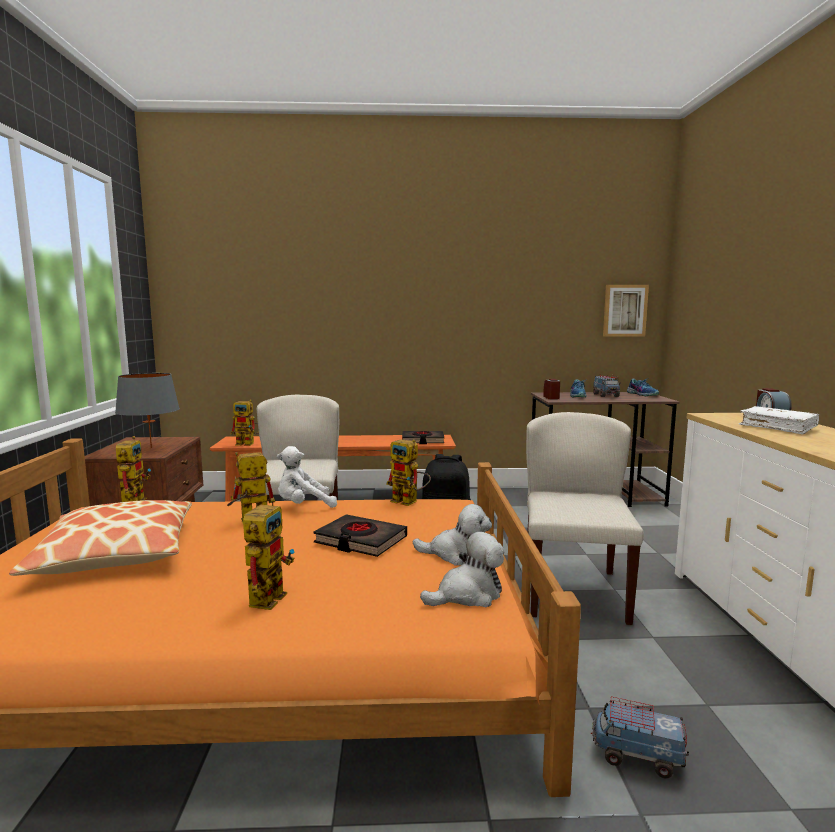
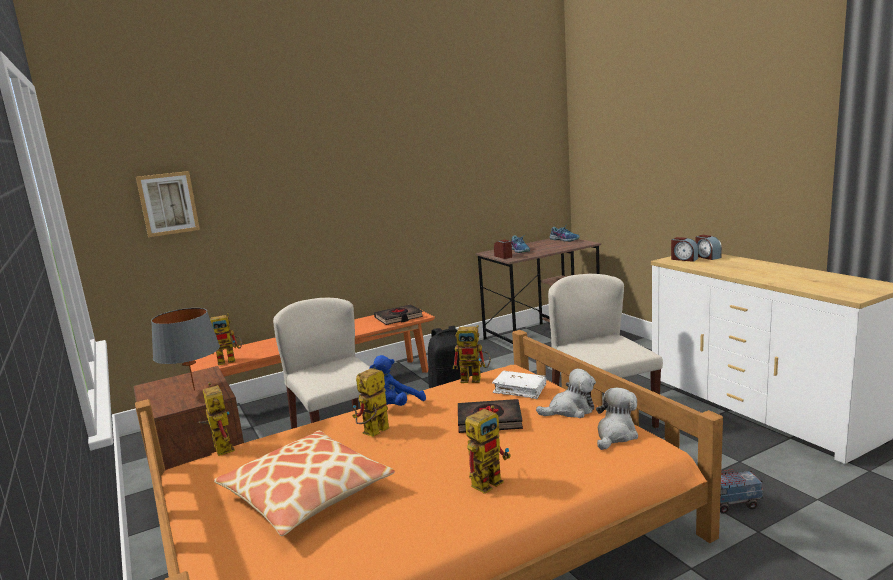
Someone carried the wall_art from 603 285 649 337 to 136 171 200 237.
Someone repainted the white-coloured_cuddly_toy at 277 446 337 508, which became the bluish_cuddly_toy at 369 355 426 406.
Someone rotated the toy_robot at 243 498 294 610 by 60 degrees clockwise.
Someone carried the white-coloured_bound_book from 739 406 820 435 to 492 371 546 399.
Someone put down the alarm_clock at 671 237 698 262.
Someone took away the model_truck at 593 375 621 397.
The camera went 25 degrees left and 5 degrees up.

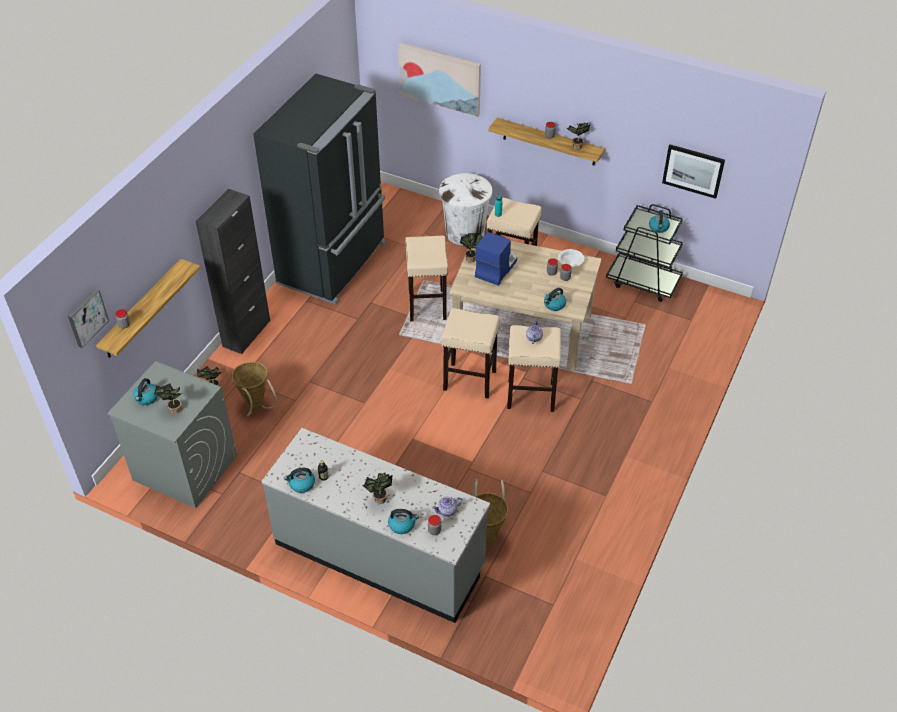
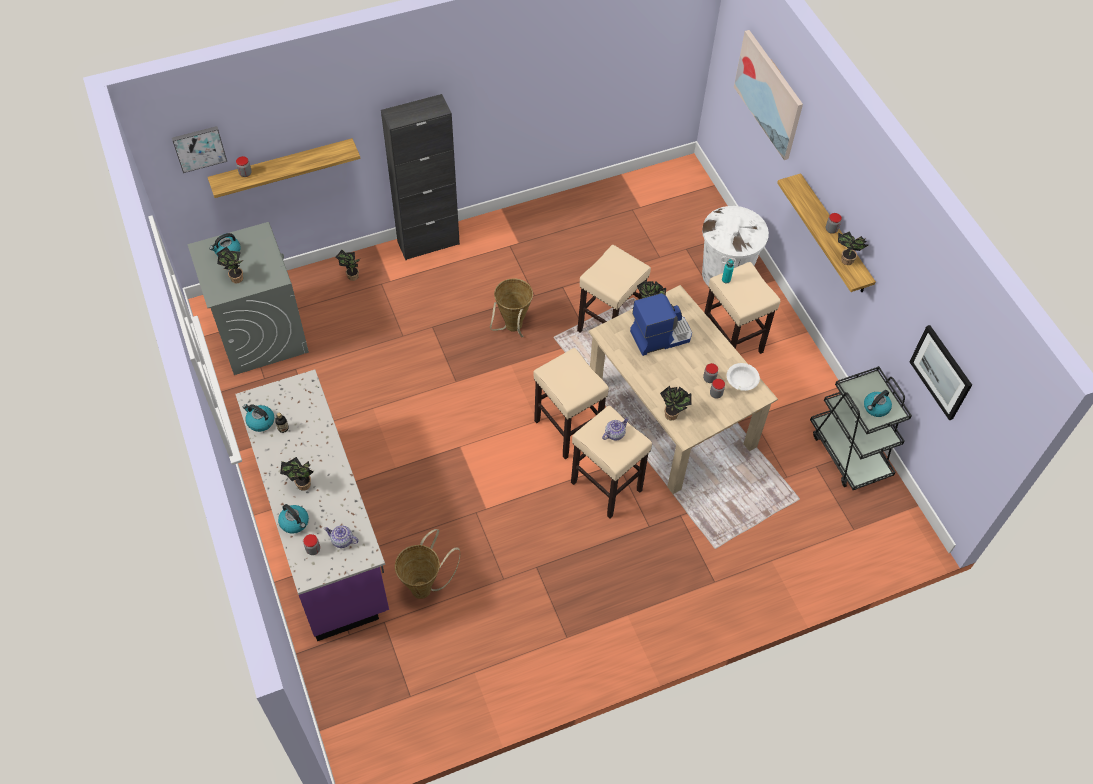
Someone repainted the gray_kitchen_base_unit at 261 428 490 623, which became the purple-coloured_kitchen_base_unit at 235 369 389 641.
Someone carried the storage_basket from 232 361 277 416 to 490 278 533 337.
Someone swapped the kettle at 544 288 566 311 for the plant_in_a_pot at 660 386 692 420.
Someone took away the blackish_refrigerator at 253 74 386 305.
The camera went 40 degrees right and 10 degrees up.

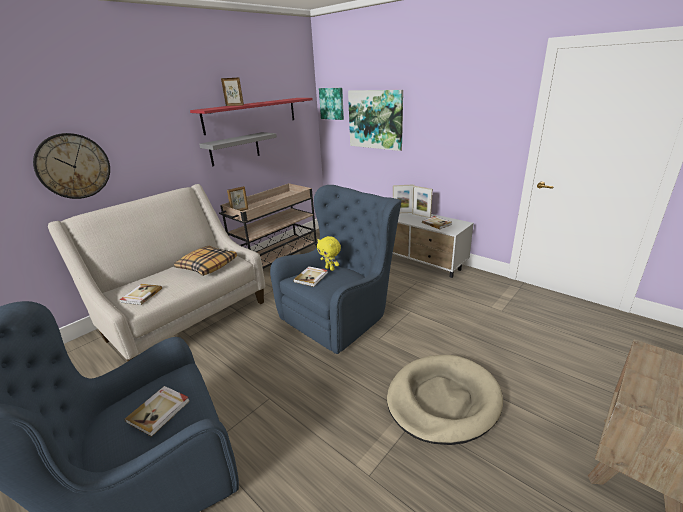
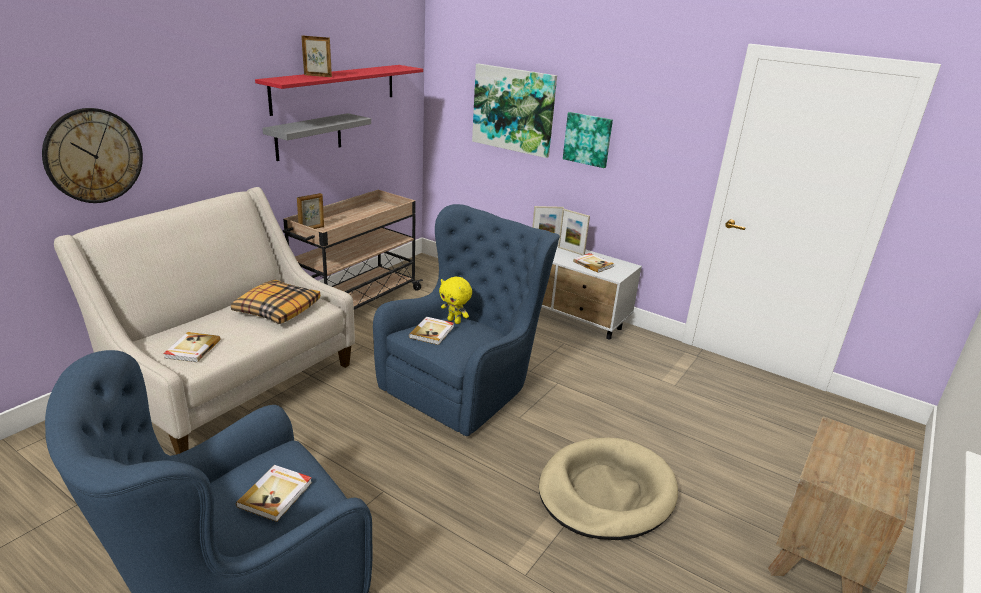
Someone carried the wall_art from 319 88 344 120 to 563 112 613 168.
The camera went 10 degrees left and 0 degrees up.

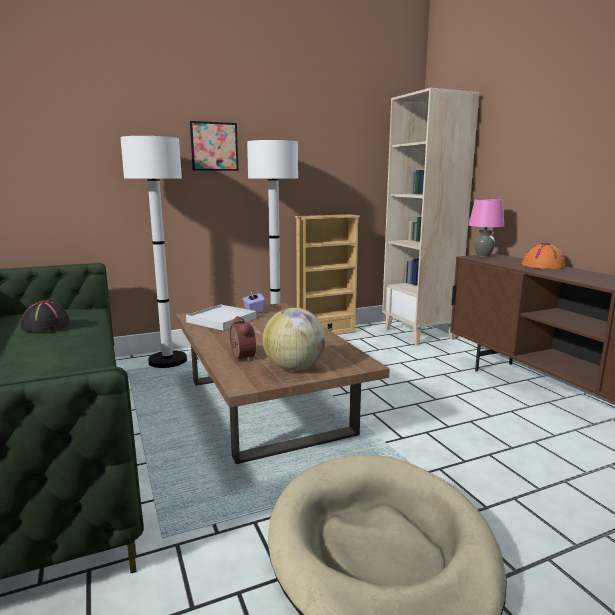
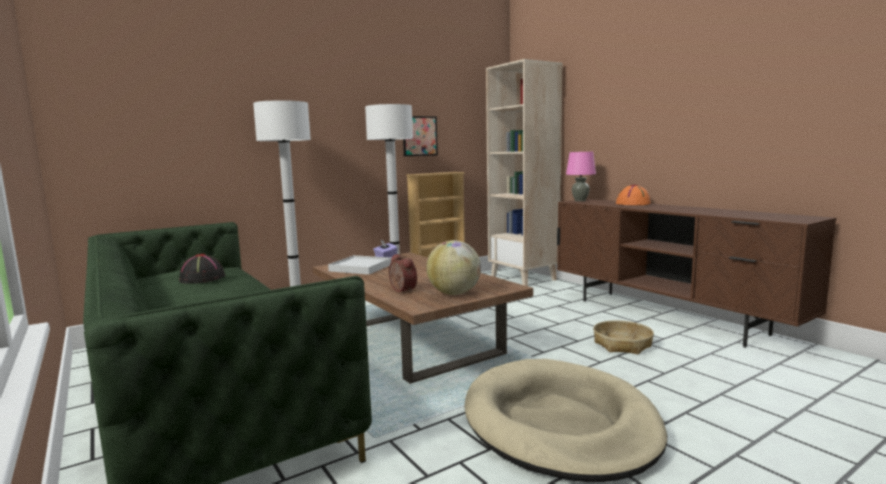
Someone carried the wall_art from 190 121 238 171 to 403 116 438 156.
Someone put down the storage_basket at 593 321 654 354.
The camera went 10 degrees left and 5 degrees down.

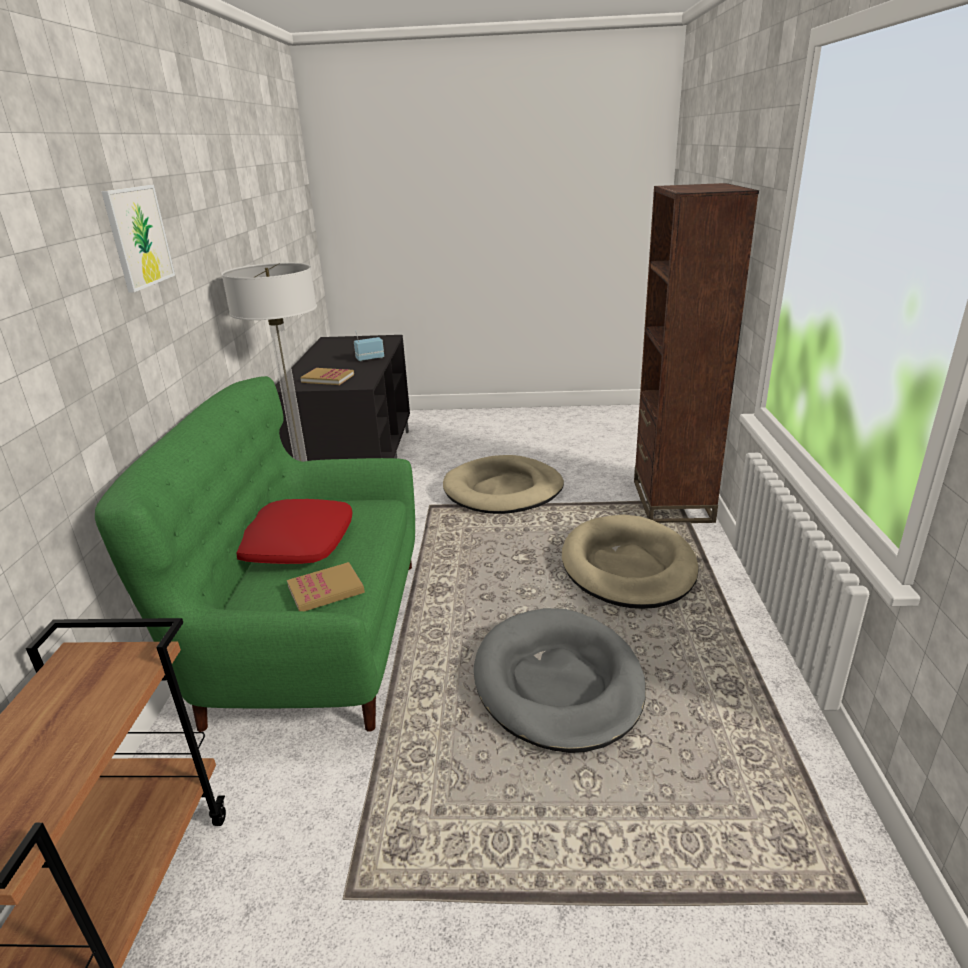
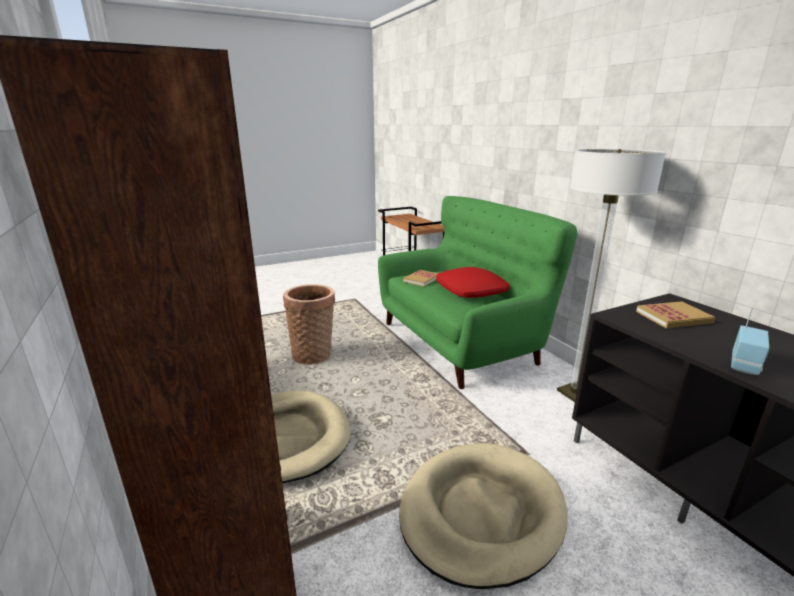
Someone swapped the gray_dog_cushion at 474 608 646 753 for the storage_basket at 283 284 335 365.
Someone took away the wall_art at 101 185 175 293.
The camera went 150 degrees right and 5 degrees down.

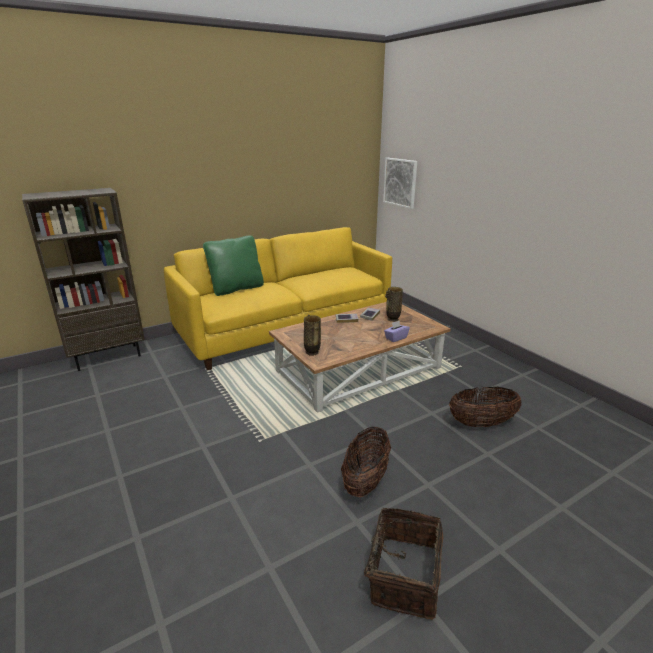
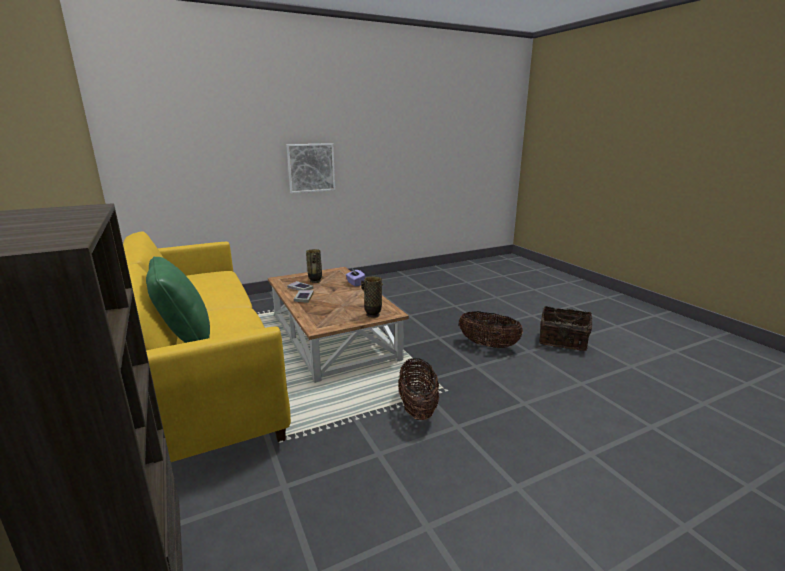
Someone carried the wall_art from 383 158 417 209 to 286 143 335 193.
Someone carried the storage_basket from 449 387 522 427 to 398 358 439 420.
The camera went 85 degrees left and 5 degrees down.

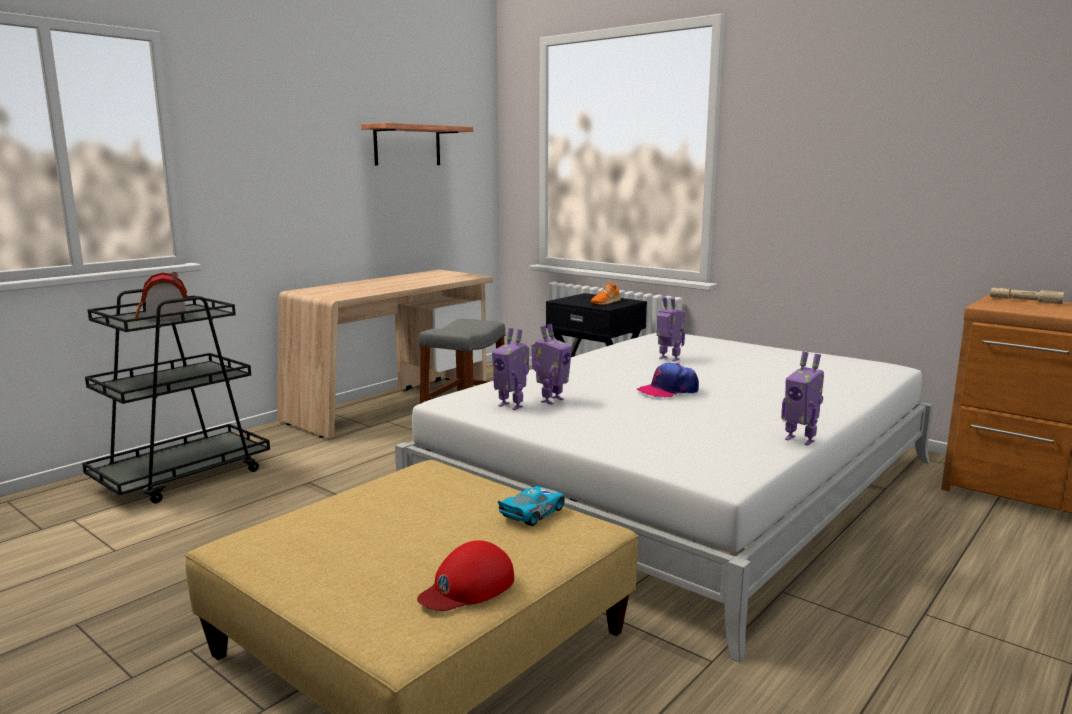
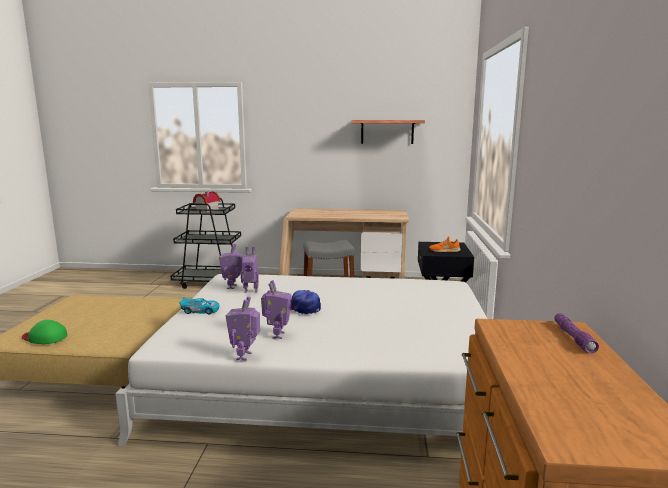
Someone repainted the red-coloured_peaked_cap at 417 540 514 611, which became the greenish_peaked_cap at 22 320 67 344.
Someone carried the model_car from 498 486 565 526 to 179 297 220 314.
Someone carried the toy_robot from 656 296 685 362 to 261 280 291 339.
Someone repainted the beige-coloured_torch at 990 288 1064 304, which became the purple-coloured_torch at 554 313 599 354.
The camera went 55 degrees right and 0 degrees up.

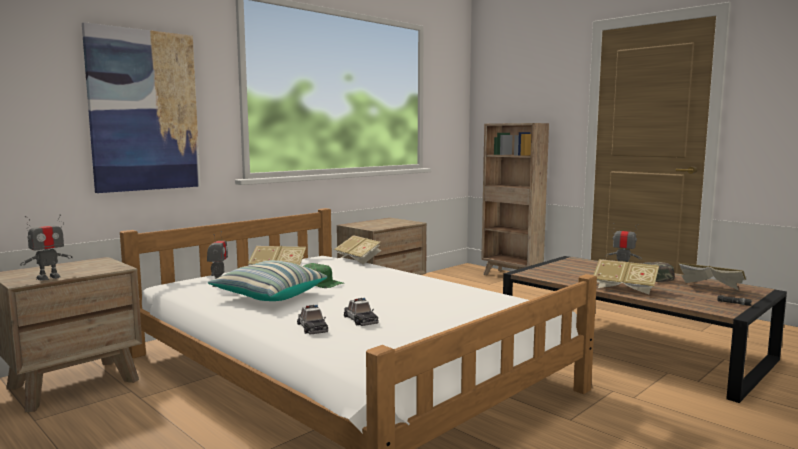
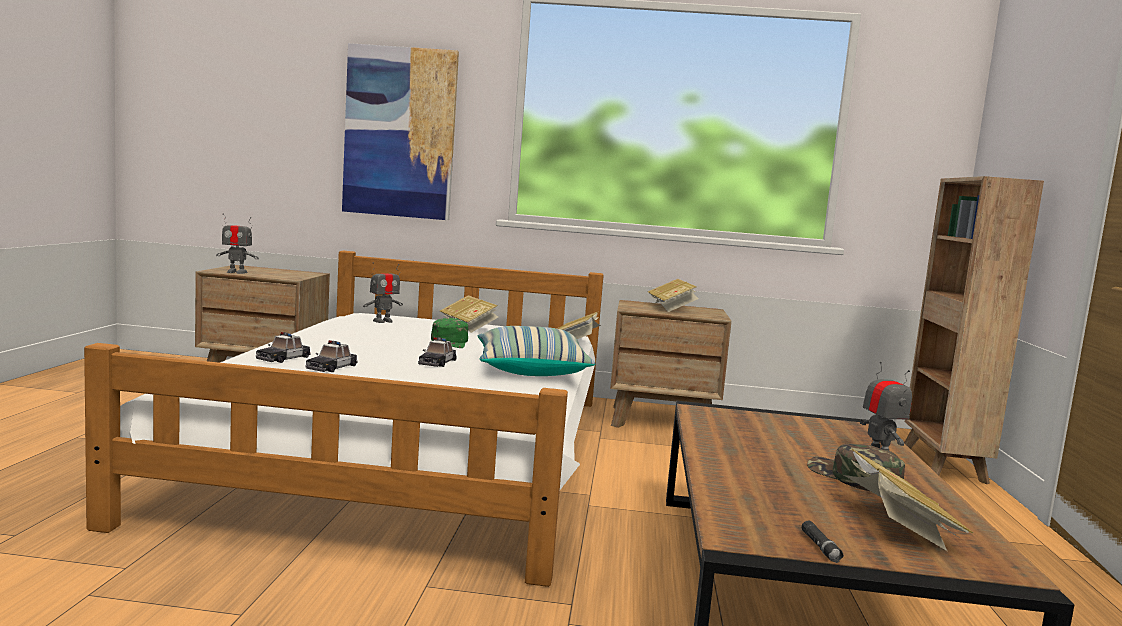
Someone put down the model_car at 418 337 457 367.
Someone carried the pillow from 208 260 327 301 to 477 326 595 376.
Someone carried the bound_book from 593 259 659 295 to 648 279 698 312.
The camera went 50 degrees right and 0 degrees up.

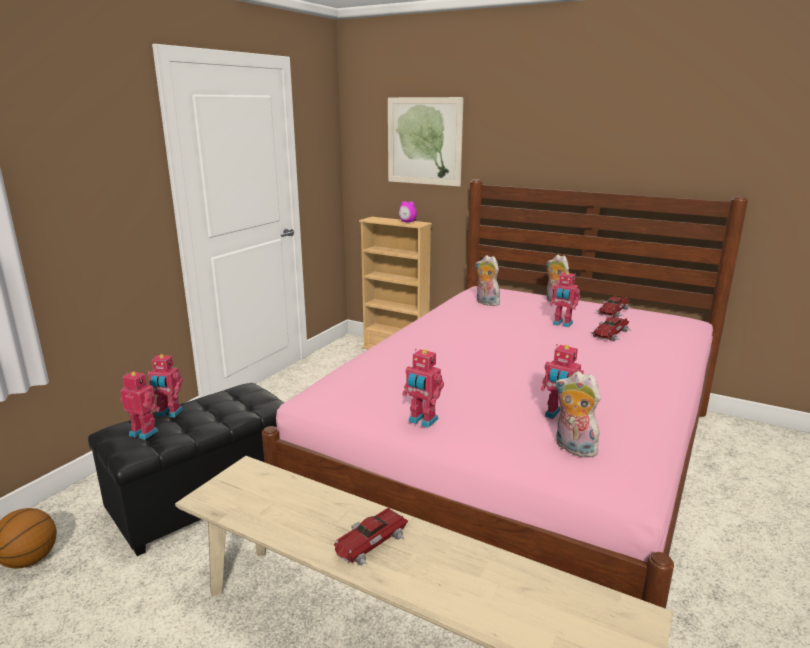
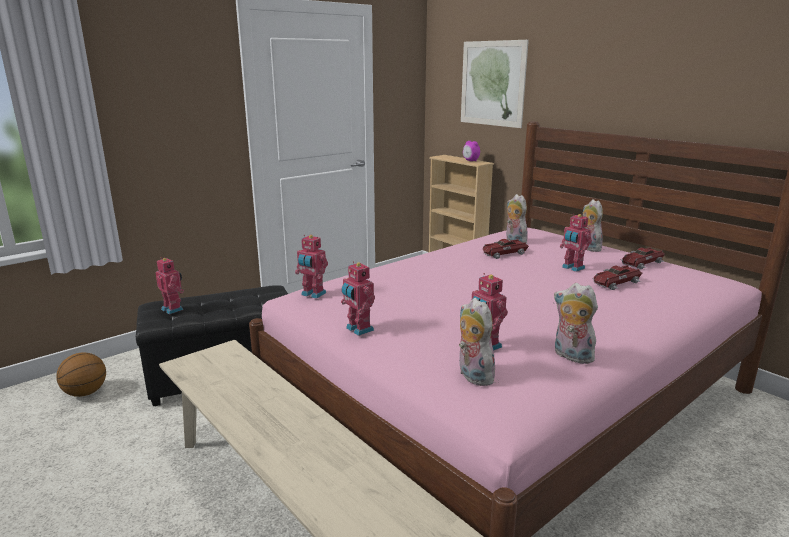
Someone carried the toy_robot from 148 354 183 417 to 295 235 328 299.
Someone carried the model_car from 334 507 408 566 to 483 239 529 259.
Someone put down the cuddly_toy at 554 283 598 364.
The camera went 20 degrees right and 0 degrees up.

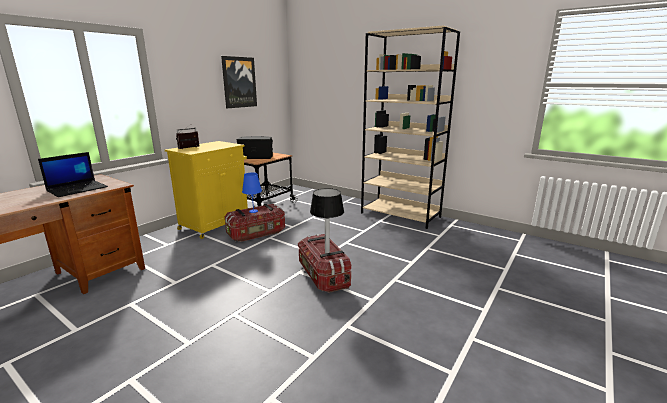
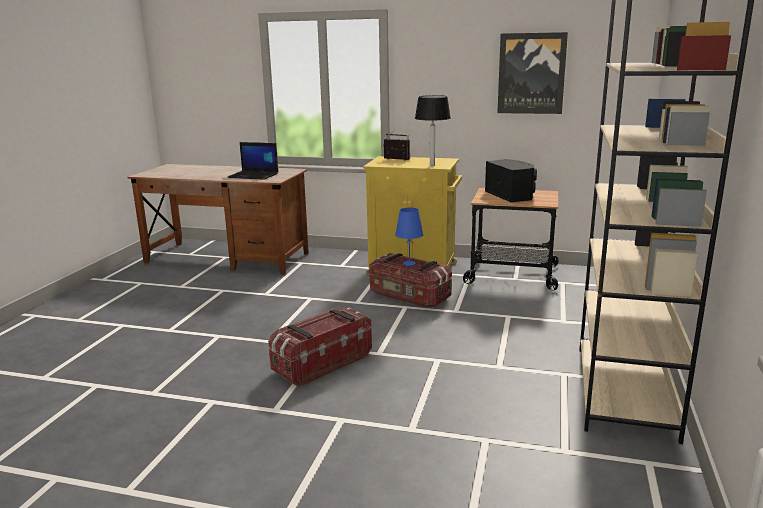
Someone carried the lamp_for_a_table from 310 188 344 253 to 415 95 451 166.
The camera went 70 degrees right and 0 degrees up.

